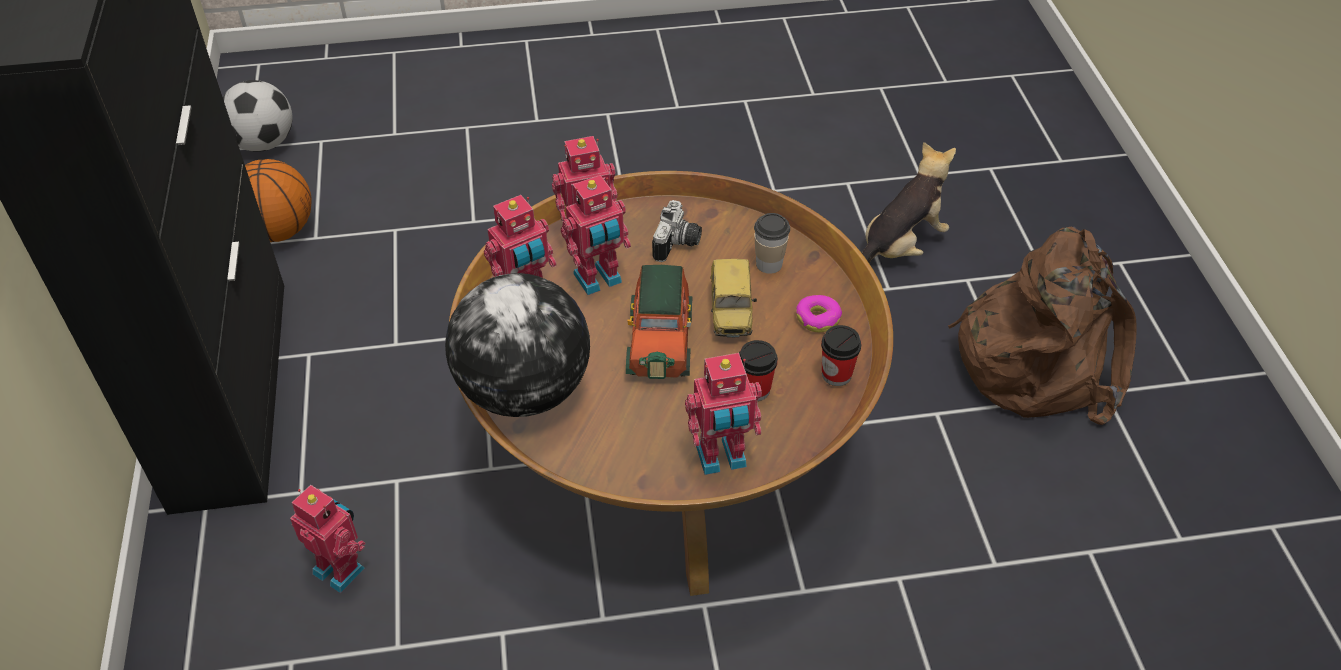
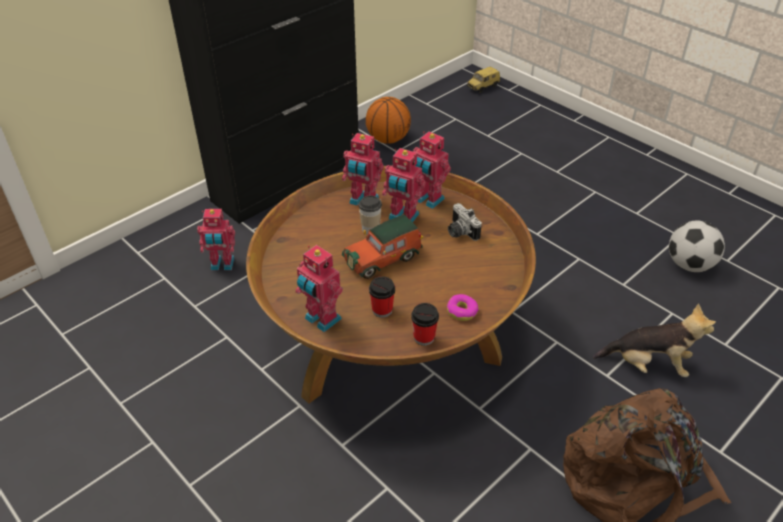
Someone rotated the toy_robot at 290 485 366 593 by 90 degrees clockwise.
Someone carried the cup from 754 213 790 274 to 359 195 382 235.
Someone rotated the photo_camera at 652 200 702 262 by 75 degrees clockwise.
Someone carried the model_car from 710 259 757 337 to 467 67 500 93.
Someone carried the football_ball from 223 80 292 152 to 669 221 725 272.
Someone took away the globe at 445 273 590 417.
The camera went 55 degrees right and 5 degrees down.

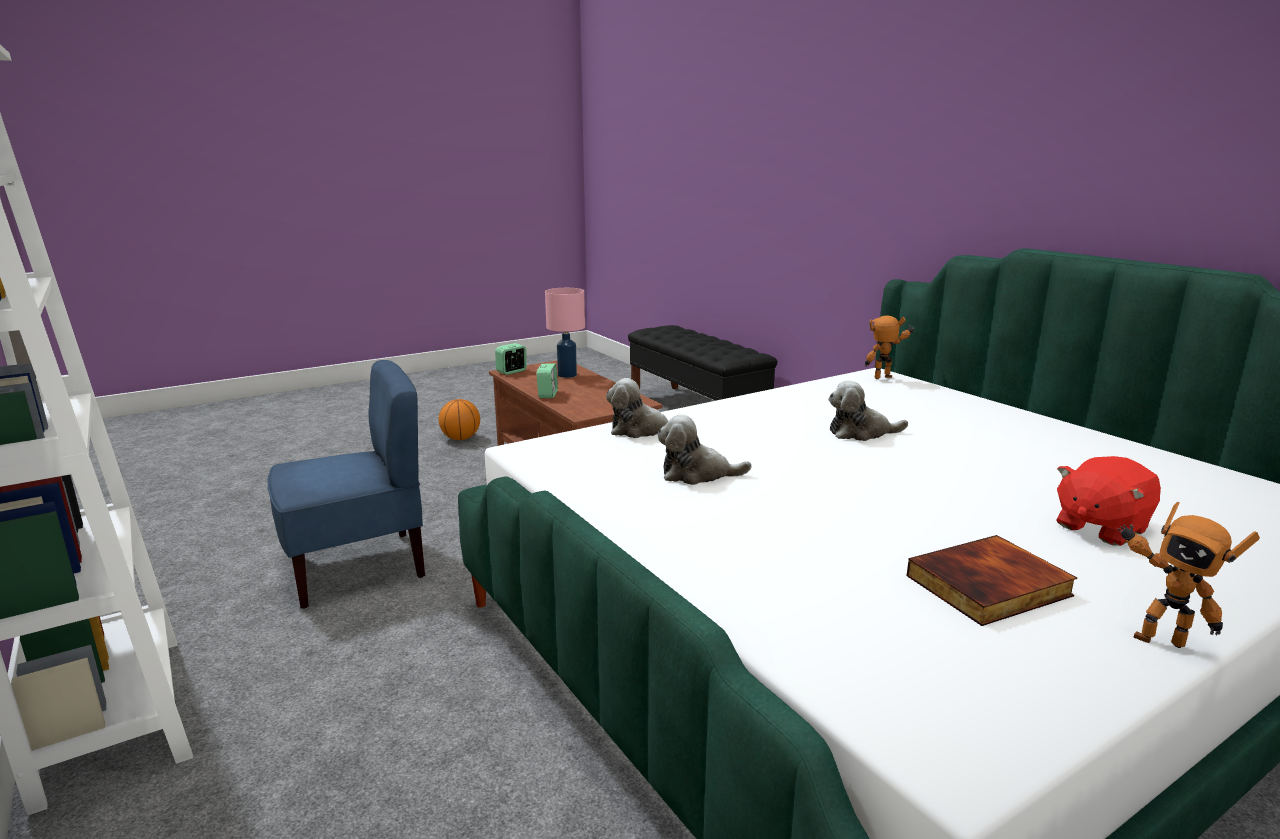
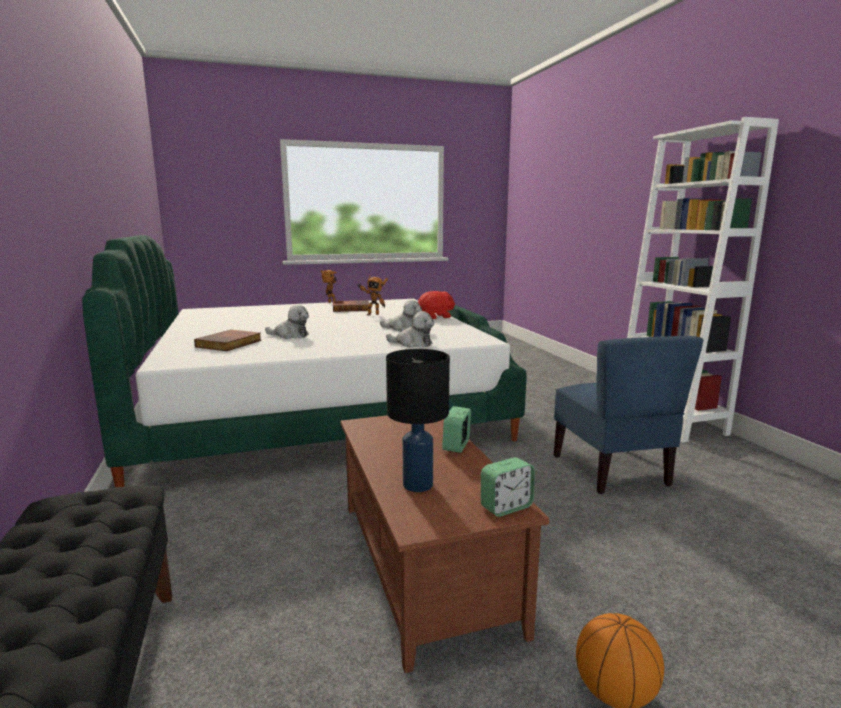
Someone put down the bound_book at 194 330 262 351.
Someone carried the toy_robot from 865 316 914 379 to 357 276 388 315.
Someone repainted the pink_lamp_for_a_table at 545 288 585 378, which became the blackish_lamp_for_a_table at 386 349 450 492.
Someone carried the red-coloured_cuddly_toy from 1056 456 1161 546 to 418 291 455 319.
Someone rotated the bluish_upright_chair at 268 360 425 609 by 90 degrees counterclockwise.
The camera went 165 degrees left and 5 degrees down.

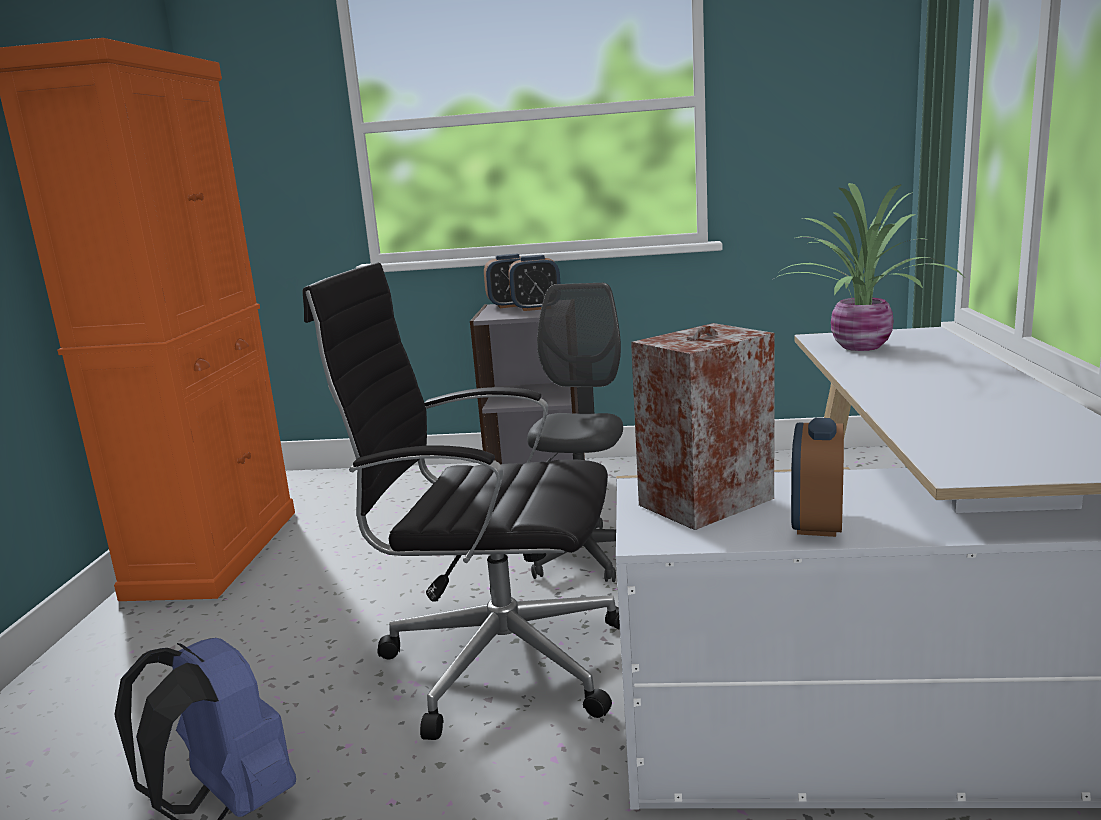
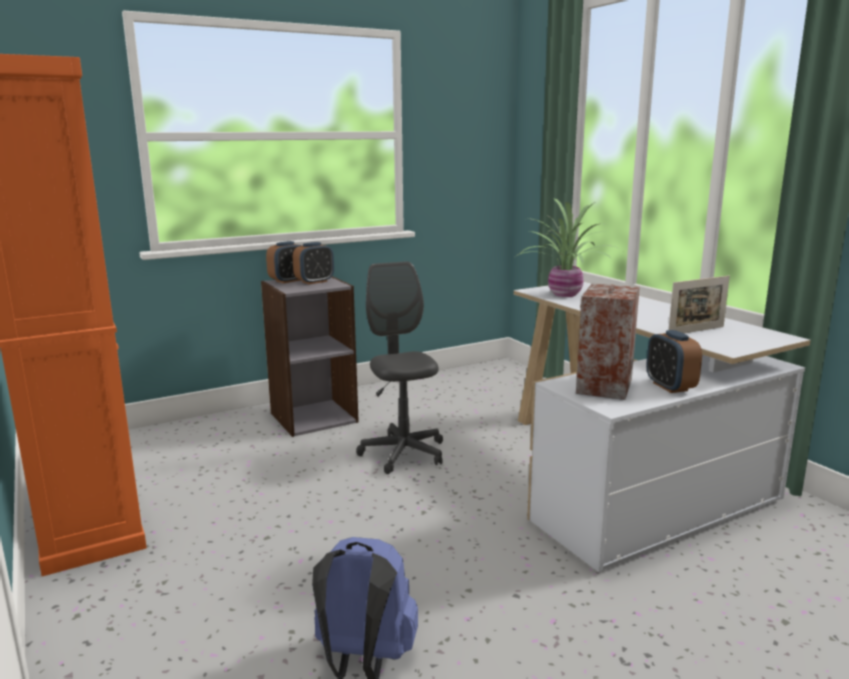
Someone put down the picture_frame at 668 276 730 333.
Someone took away the blackish_computer_chair at 303 262 620 740.
The camera went 35 degrees left and 0 degrees up.

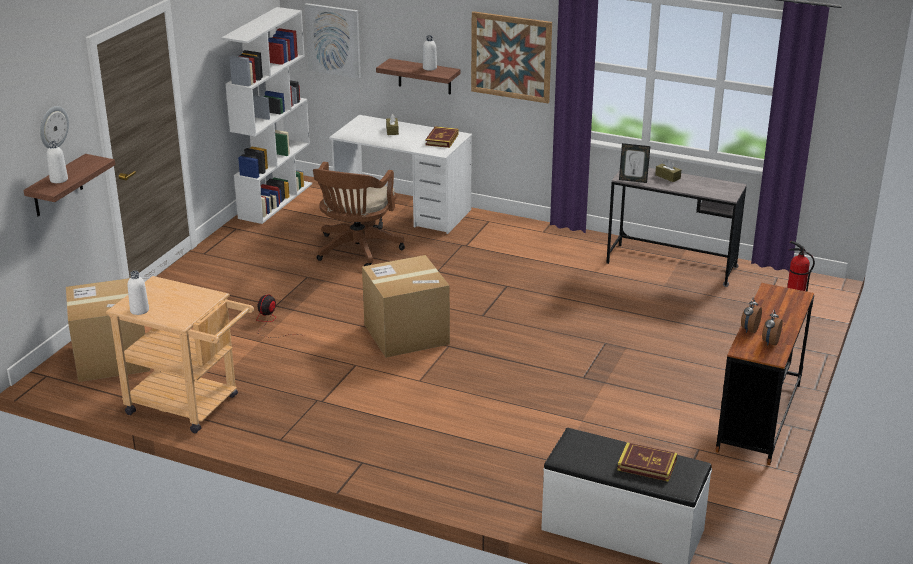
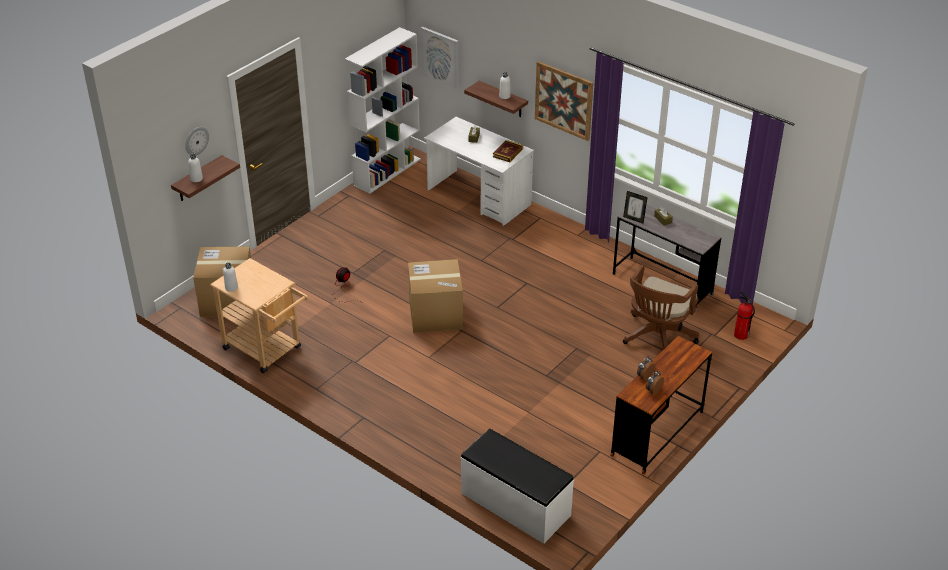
Someone carried the brown_computer_chair from 313 162 405 266 to 623 265 699 349.
Someone took away the bound_book at 617 442 677 482.
The camera went 15 degrees right and 10 degrees up.

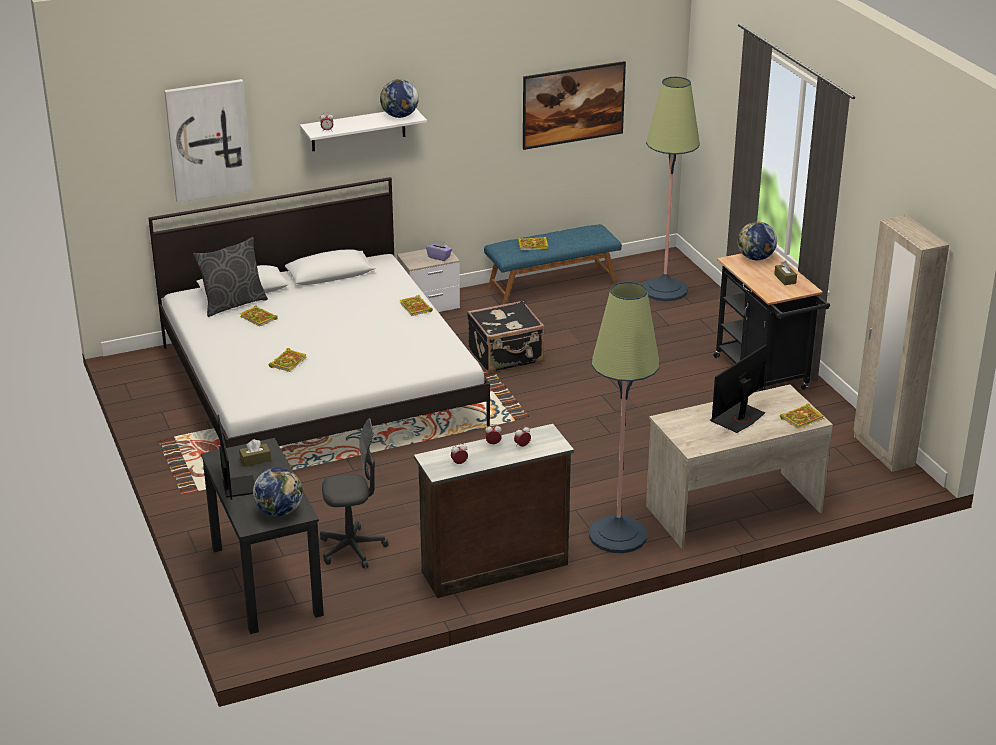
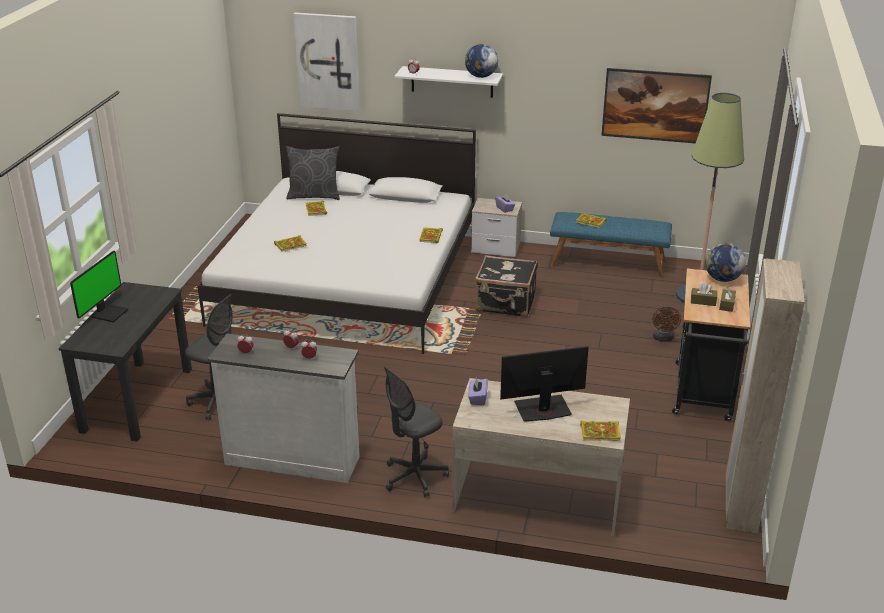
Someone repainted the brown_drawer_chest at 414 424 574 598, which became the white-coloured_drawer_chest at 208 333 360 483.
Someone swapped the floor_lamp at 589 282 659 553 for the gray_computer_chair at 384 366 449 497.
Someone put down the purple-coloured_tissue_holder at 468 377 488 405.
Someone put down the brown_cooling_fan at 653 306 681 342.
Someone carried the brown_tissue_holder from 239 439 271 467 to 691 283 717 306.
Someone took away the globe at 253 467 303 516.
The camera went 35 degrees right and 0 degrees up.

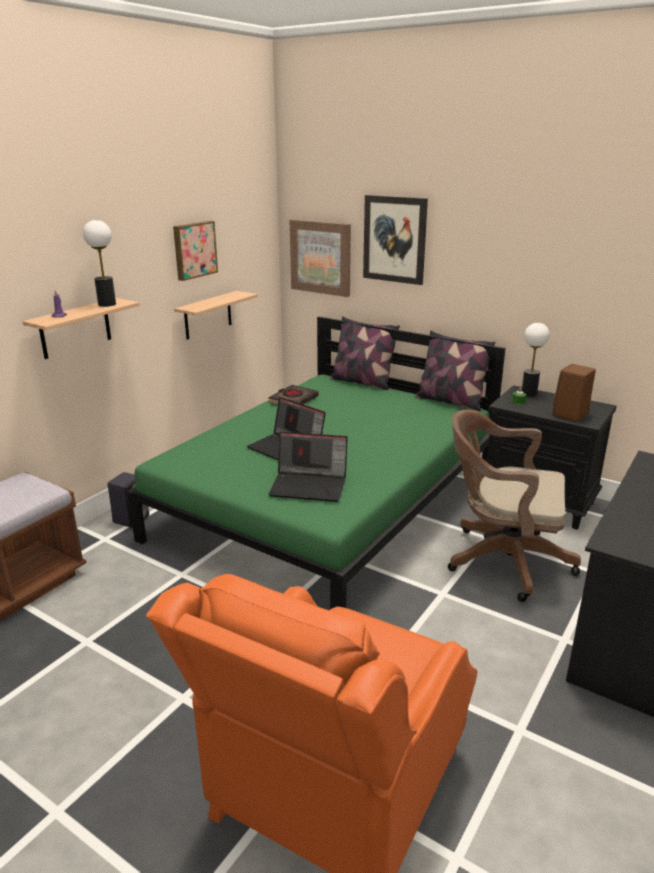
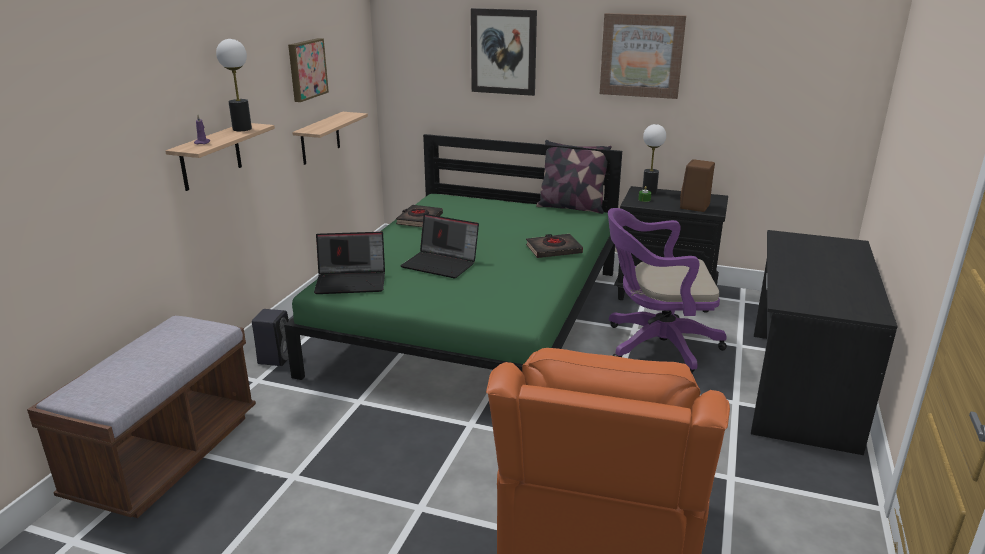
Someone carried the portable_computer from 268 432 348 502 to 314 232 385 294.
Someone put down the blackish_bound_book at 526 234 583 258.
Someone carried the wall_art from 289 219 351 297 to 600 13 686 99.
Someone repainted the brown_computer_chair at 448 410 581 602, which became the purple-coloured_computer_chair at 608 208 727 374.
Someone took away the pillow at 330 316 400 390.
The camera went 15 degrees left and 0 degrees up.

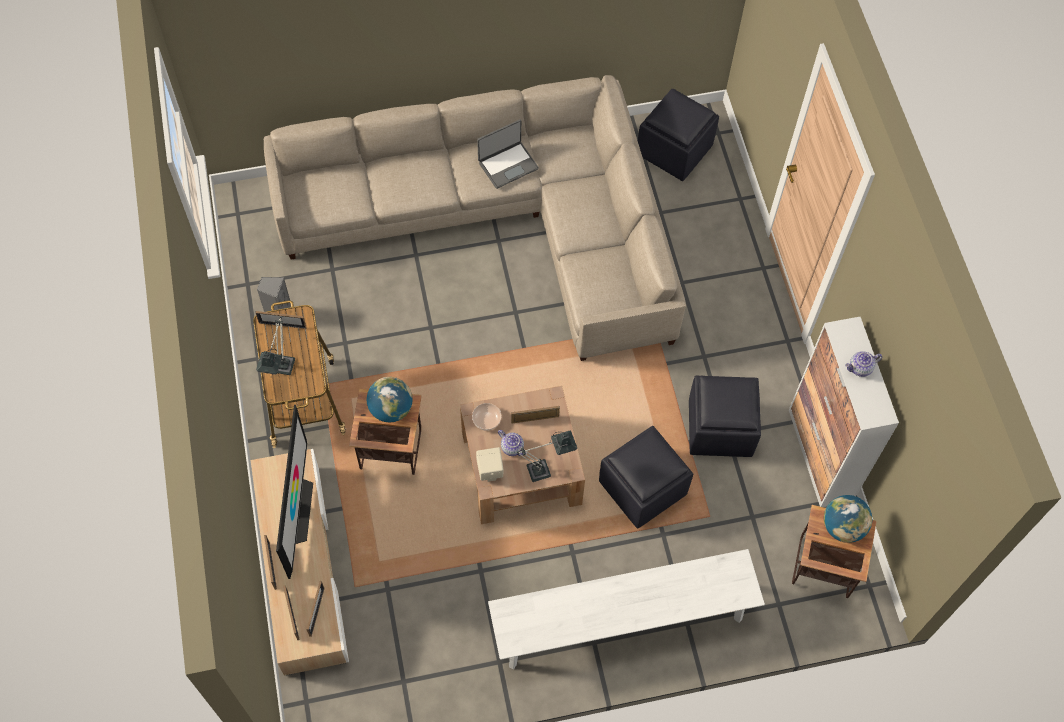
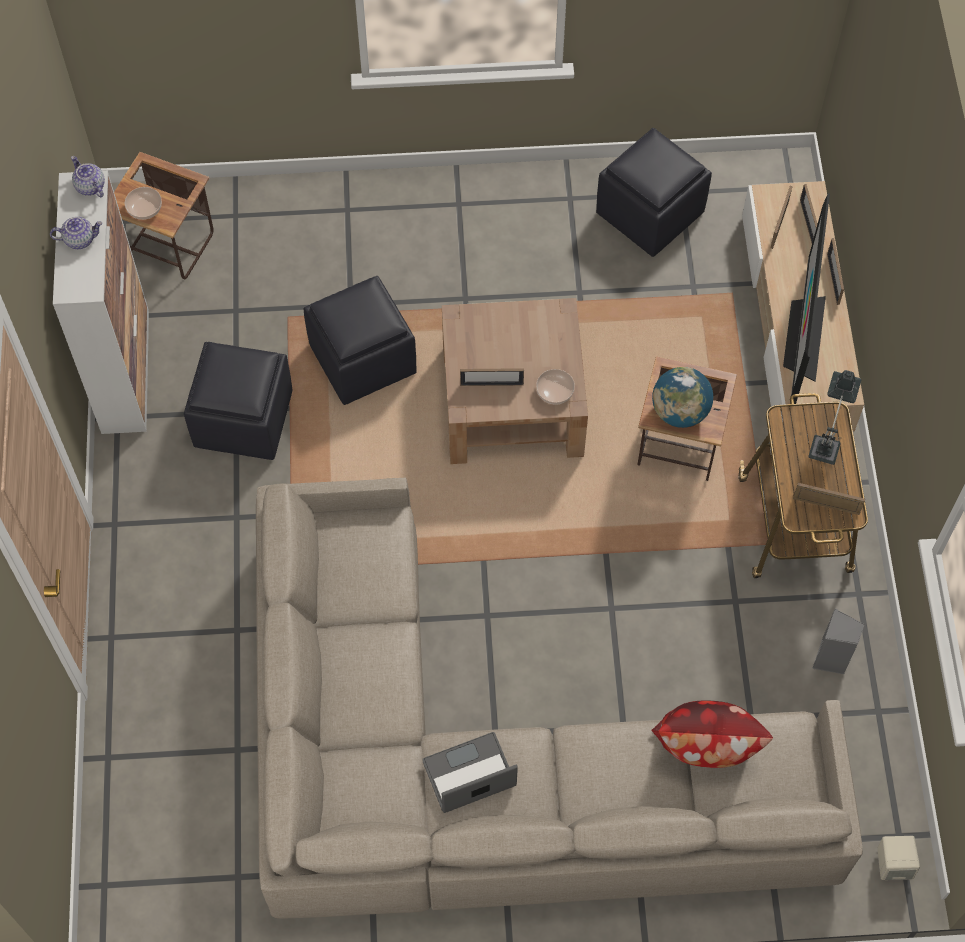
Someone carried the pot_for_tea from 498 430 527 456 to 71 156 105 197.
Someone swapped the globe at 824 495 872 543 for the deep_dish at 125 187 162 220.
Someone carried the blackish_footrest from 638 89 719 181 to 596 128 712 257.
Someone put down the pillow at 651 700 773 768.
Someone carried the beige-coloured_speaker from 476 447 503 482 to 877 836 920 880.
Someone took away the white-coloured_bench at 488 549 765 670.
Someone took away the lamp_for_a_table at 517 431 577 482.
The camera went 170 degrees left and 0 degrees up.

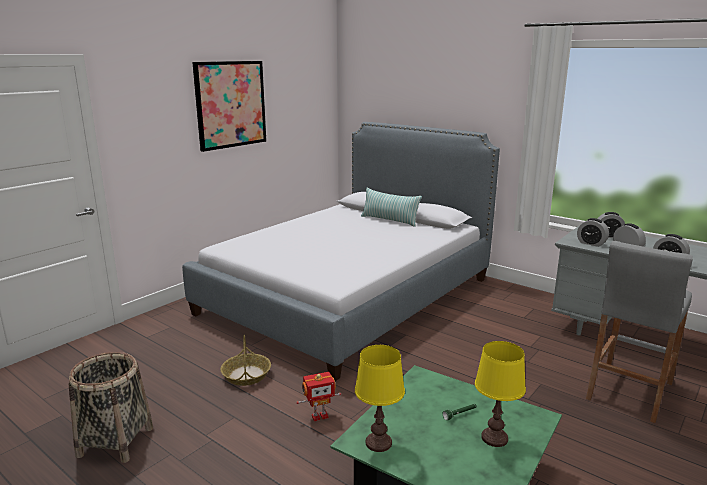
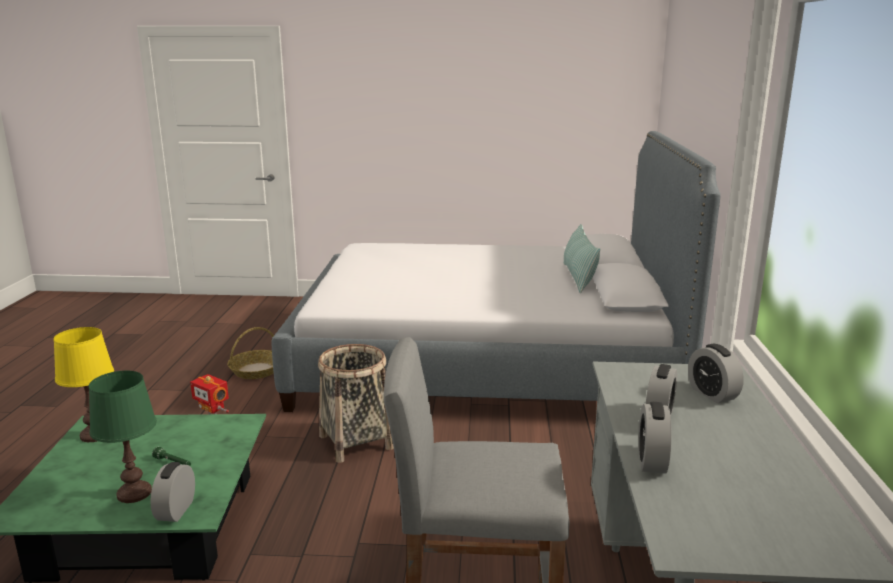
Someone repainted the yellowish_lamp_for_a_table at 475 341 526 447, which became the greenish_lamp_for_a_table at 89 371 157 503.
Someone carried the alarm_clock from 577 218 609 247 to 150 462 195 522.
Someone carried the storage_basket from 69 352 153 463 to 318 344 394 463.
Someone took away the wall_art at 192 61 266 152.
The camera went 55 degrees right and 0 degrees up.

